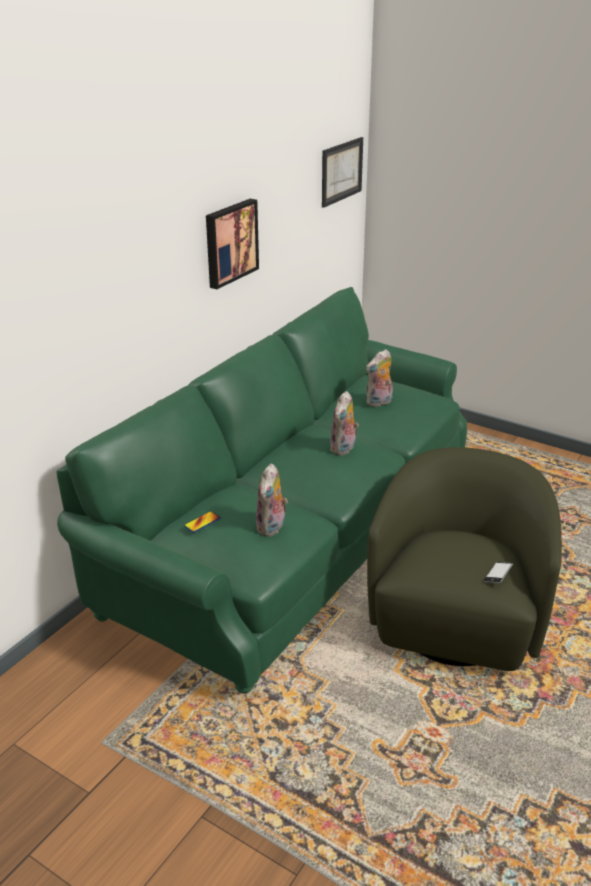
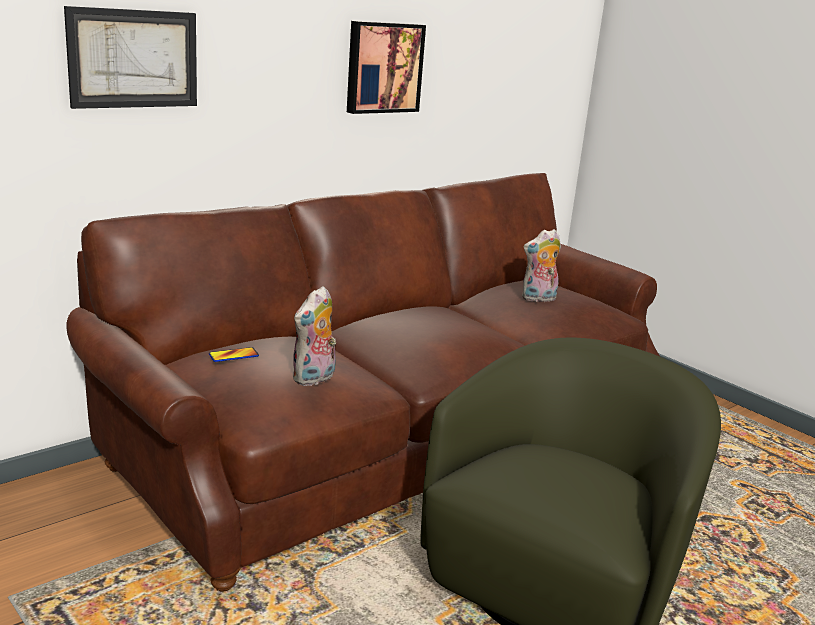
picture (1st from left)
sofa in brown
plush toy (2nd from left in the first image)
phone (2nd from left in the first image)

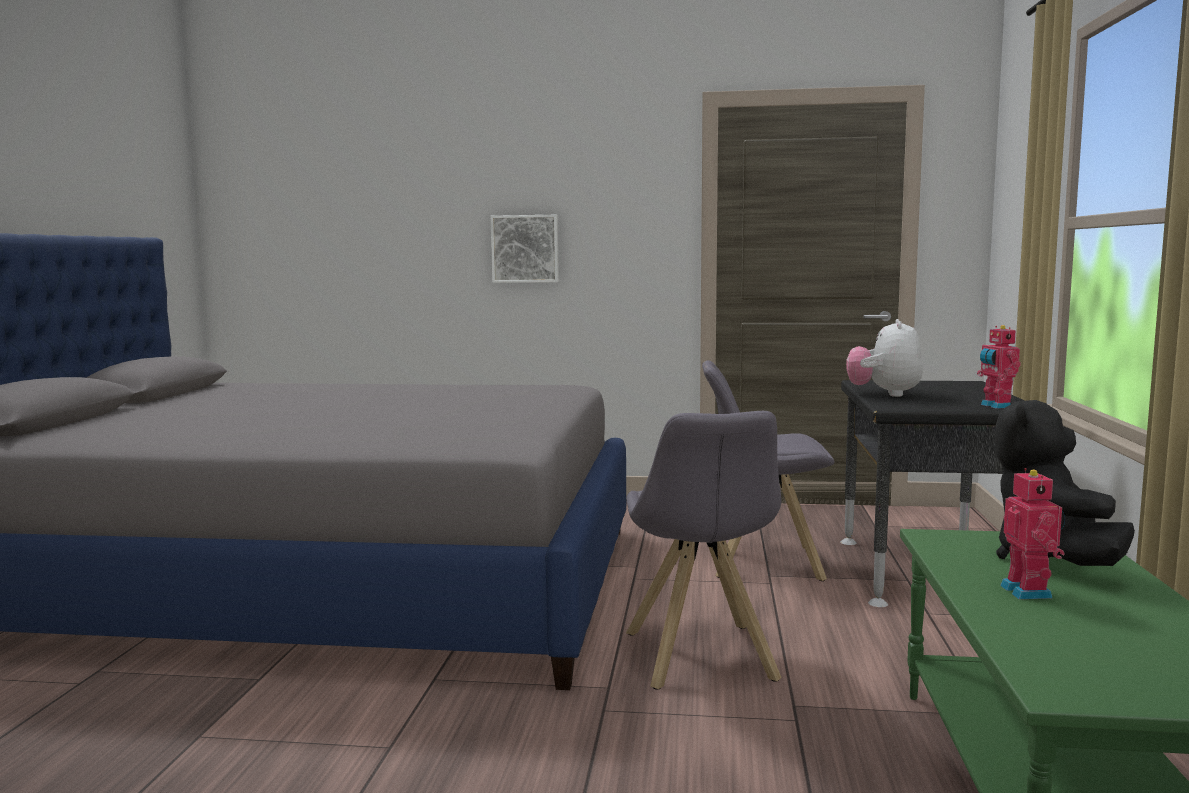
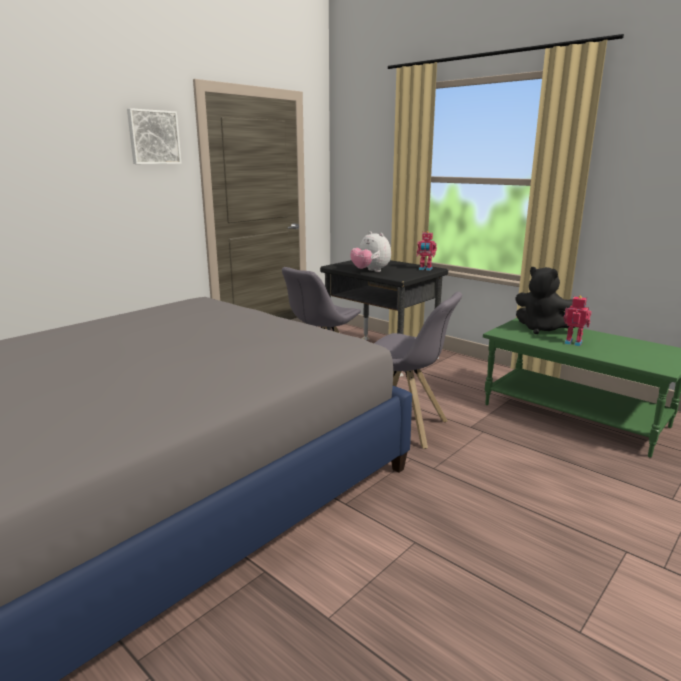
picture

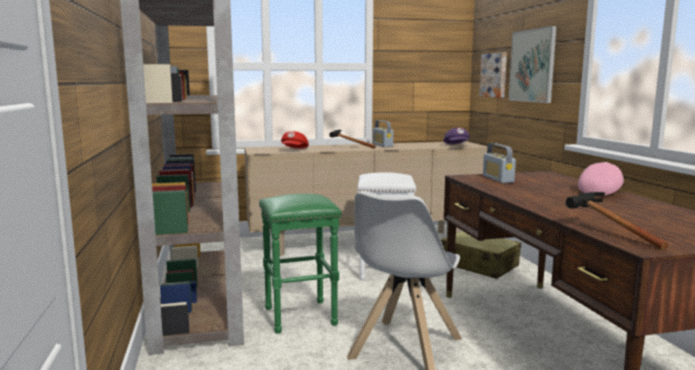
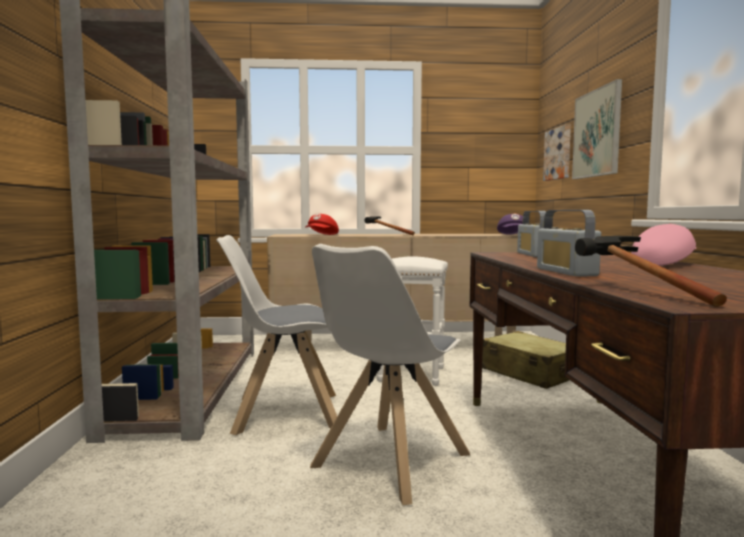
chair (1st from left)
radio (2nd from left)

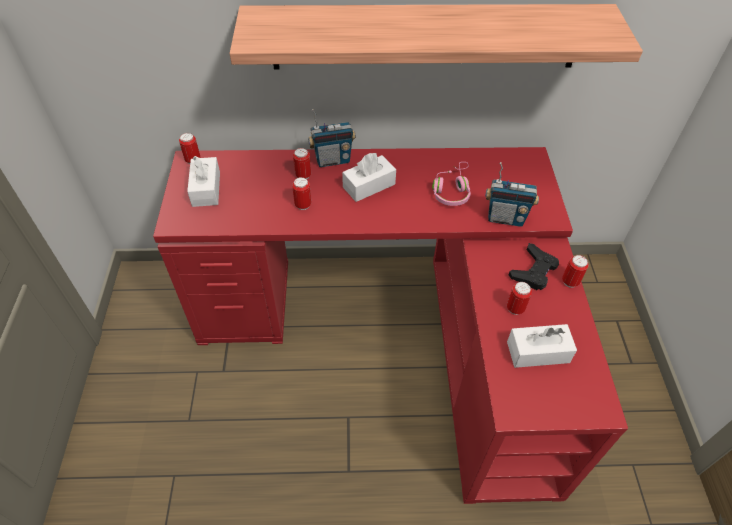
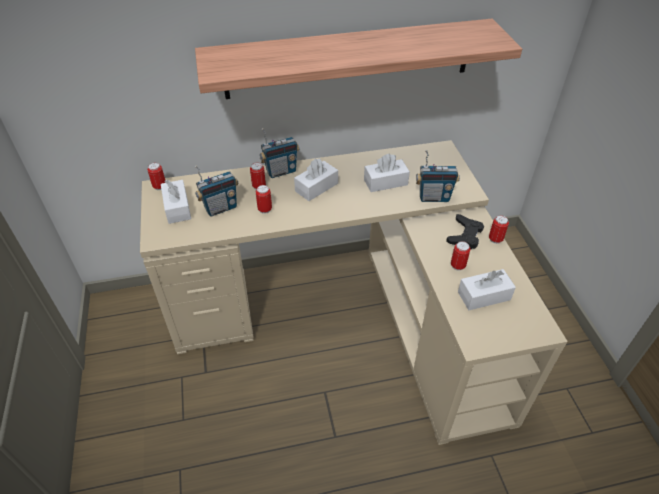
desk in beige
radio (1st from left)
tissue box in white (3rd from left)

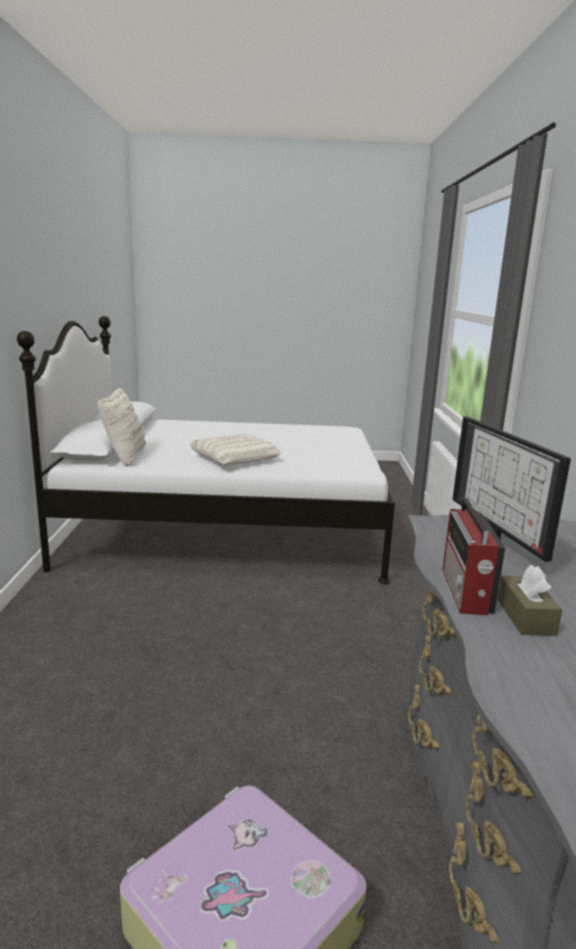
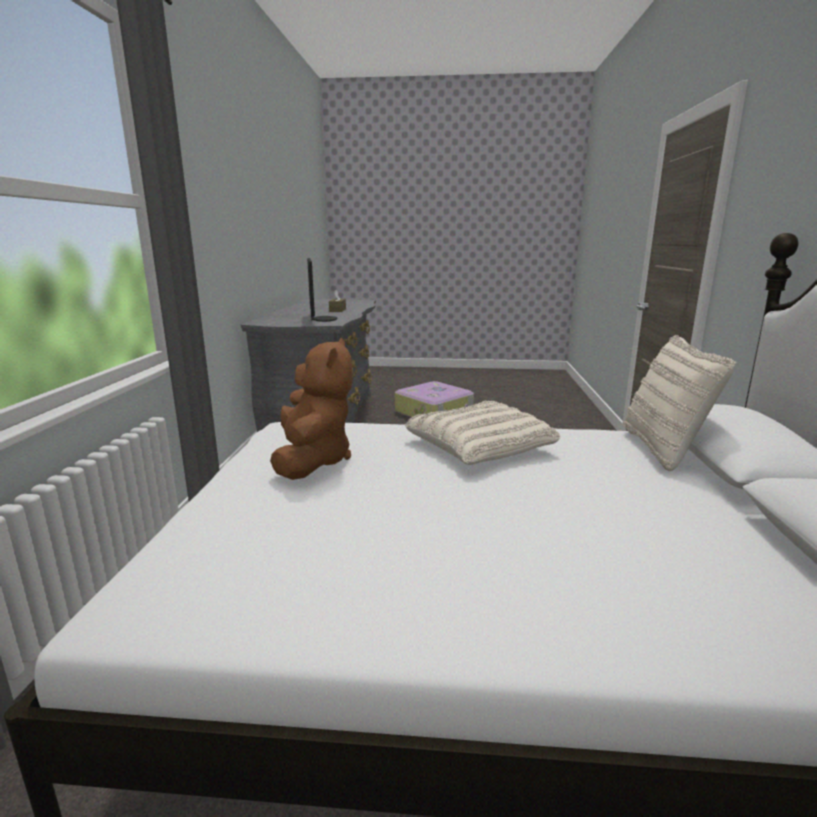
plush toy in brown
radio

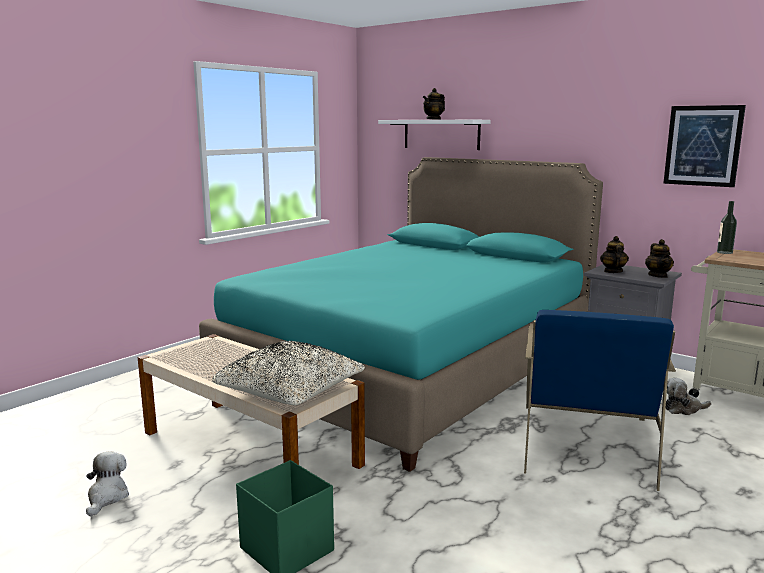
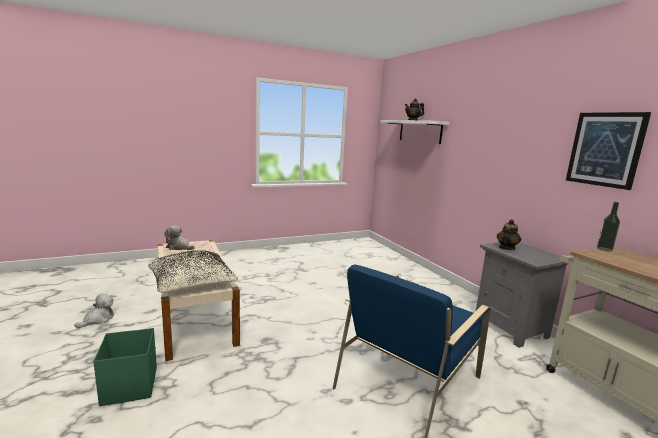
plush toy (2nd from left)
bed in turquoise
teapot (3rd from left in the first image)

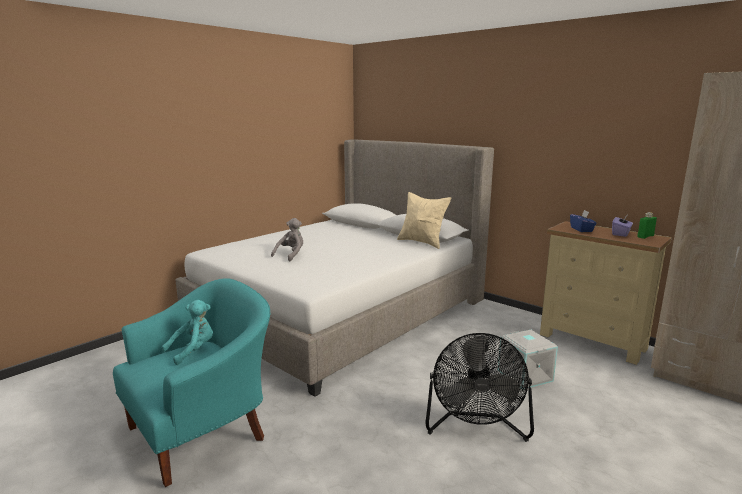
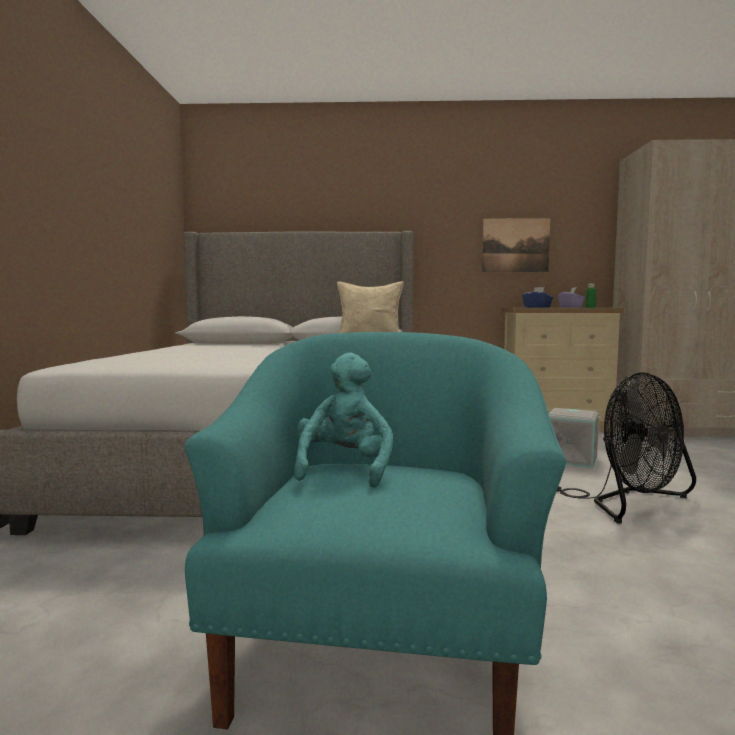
picture
plush toy in grey

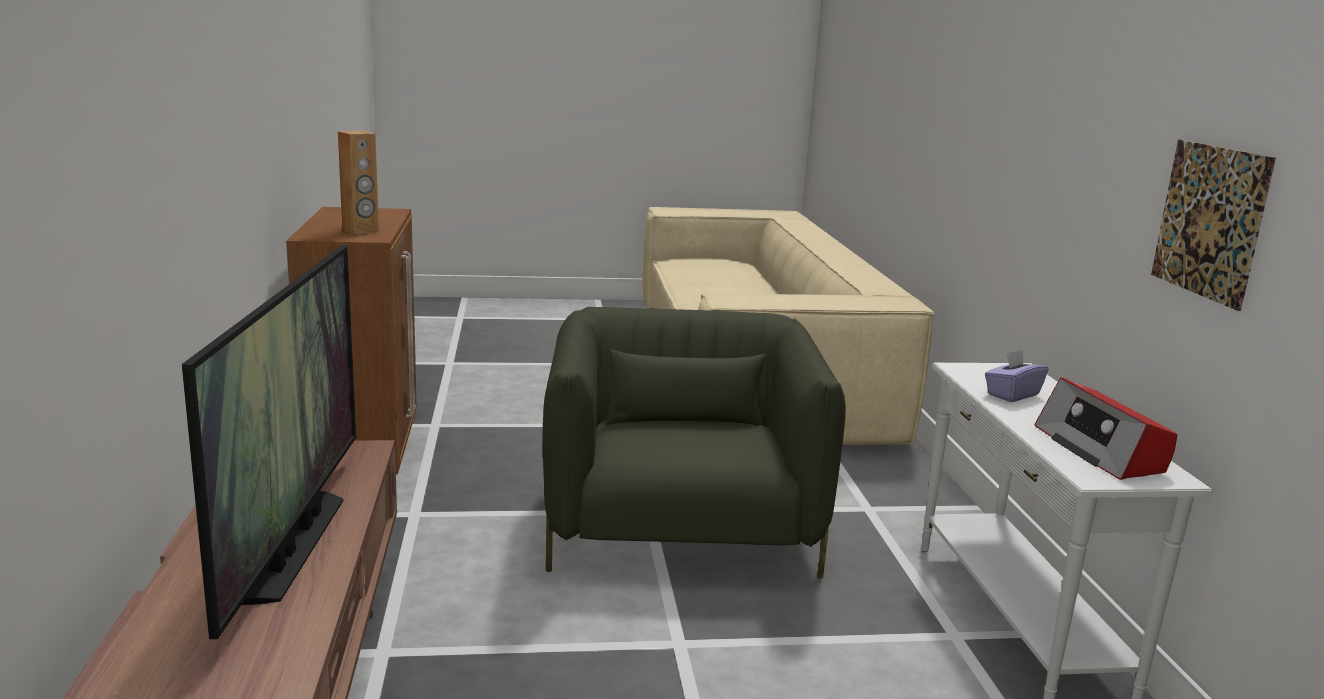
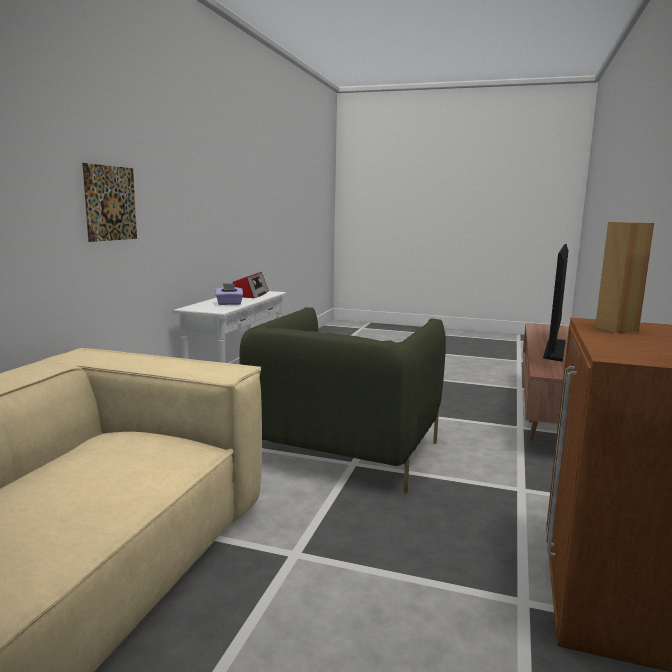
picture

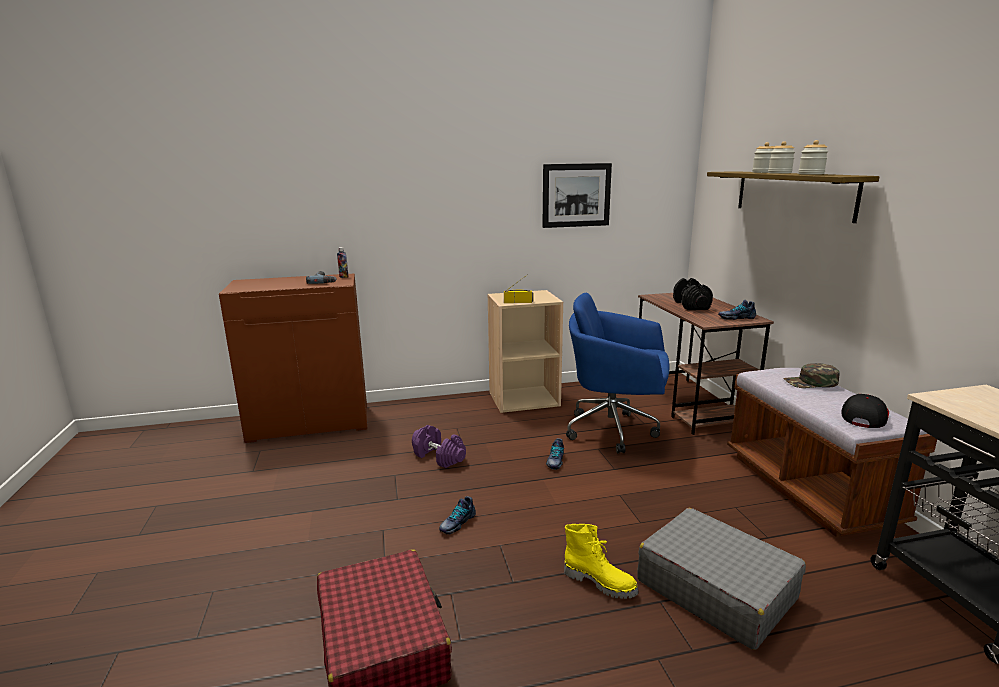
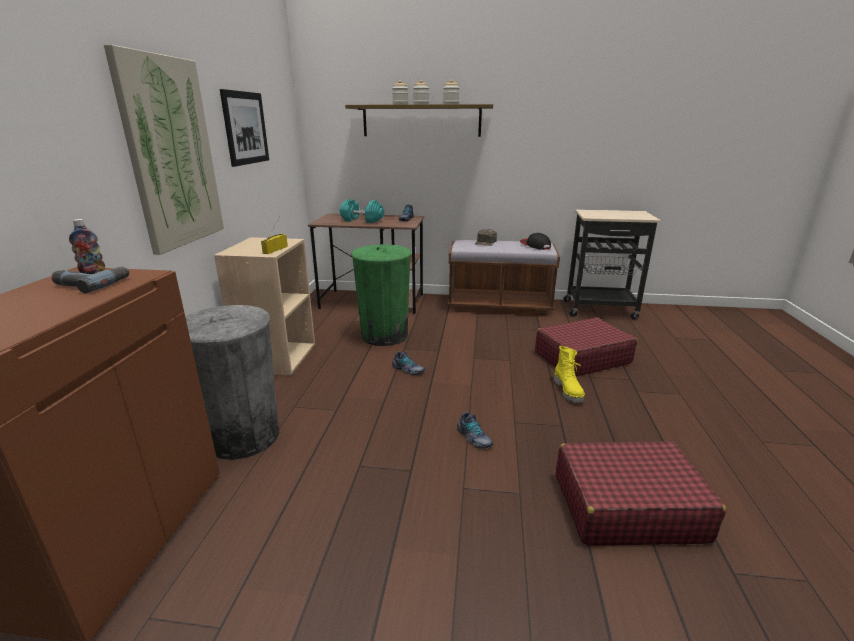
picture (1st from left)
trash can in grey
dumbbell in turquoise
trash can in green
suitcase in red (1st from left)
boot in yellow
dumbbell in purple

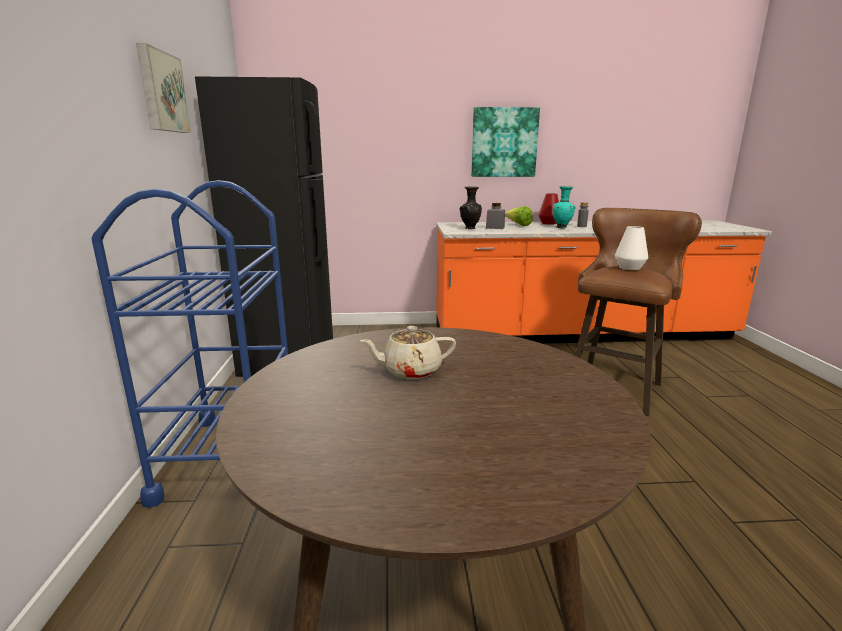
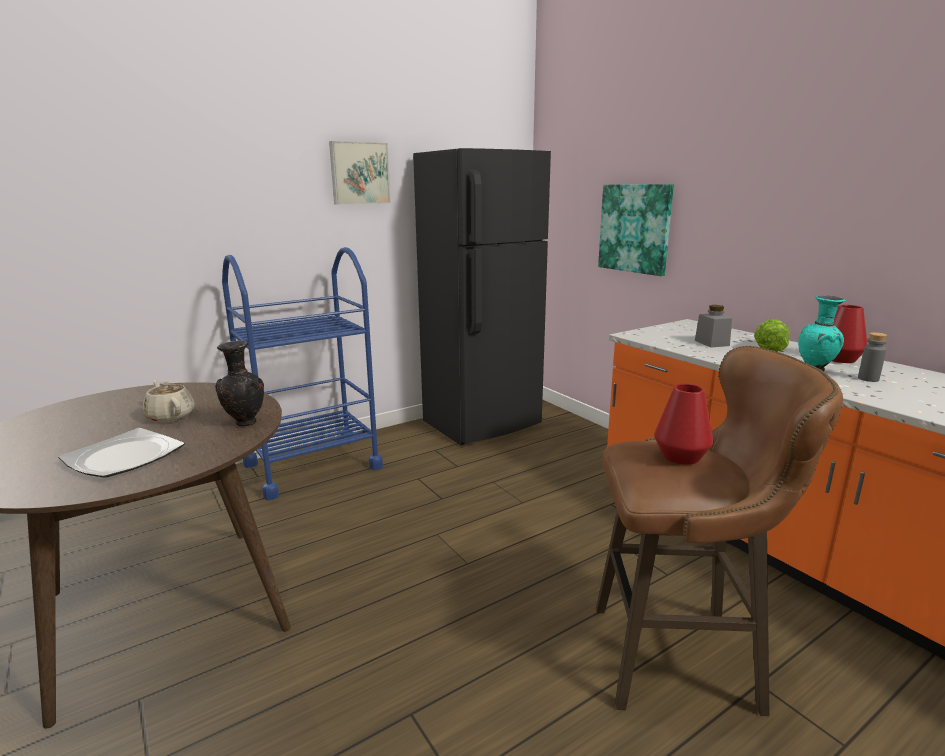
plate
vase in black
picture (2nd from left)
vase in red (1st from left)

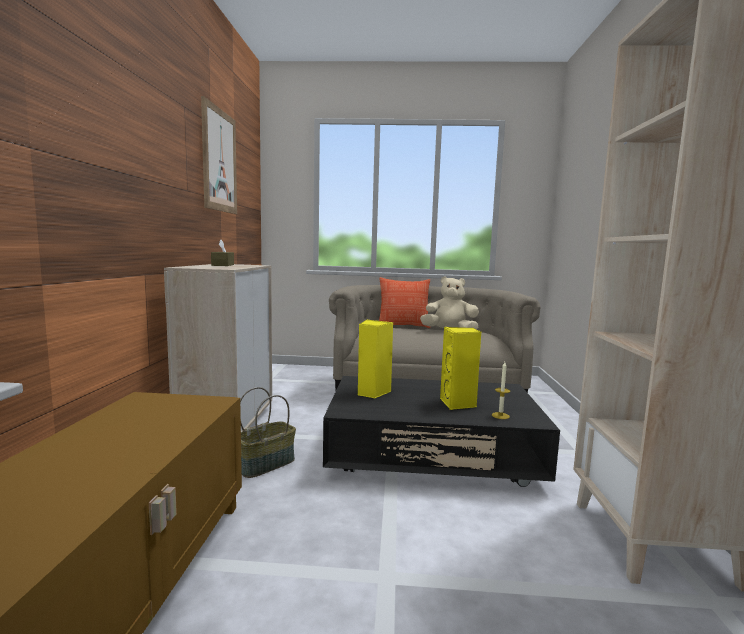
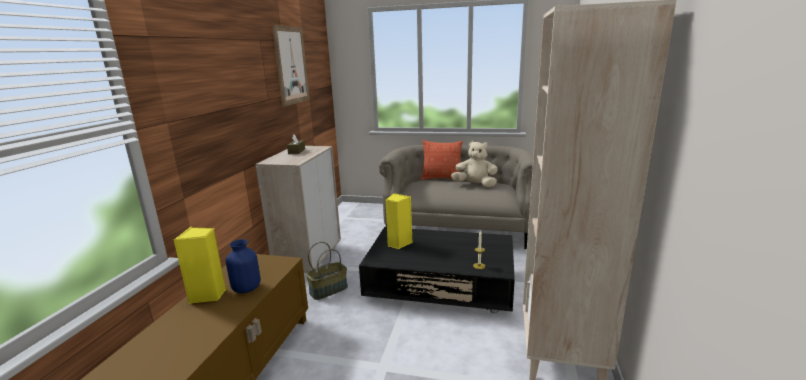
speaker in yellow (1st from left)
vase in blue

